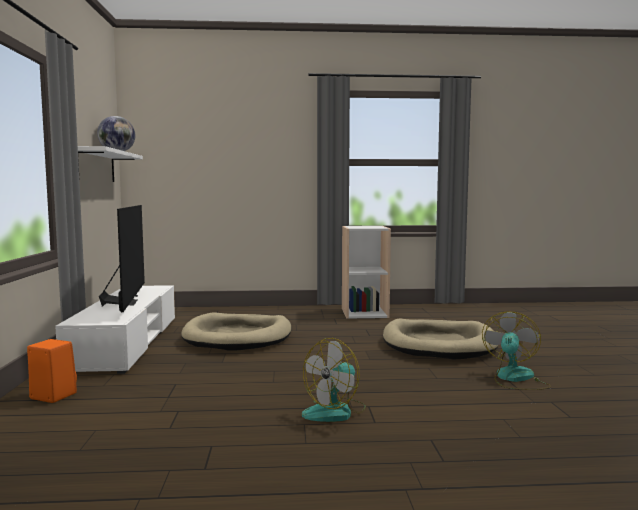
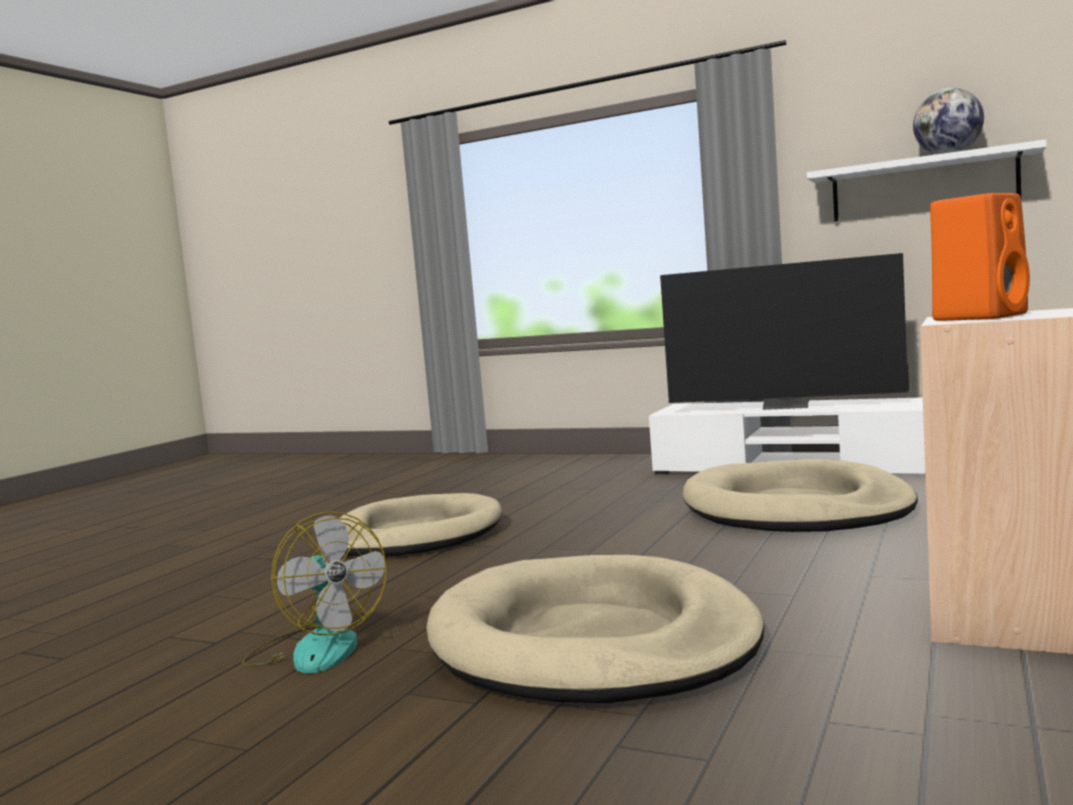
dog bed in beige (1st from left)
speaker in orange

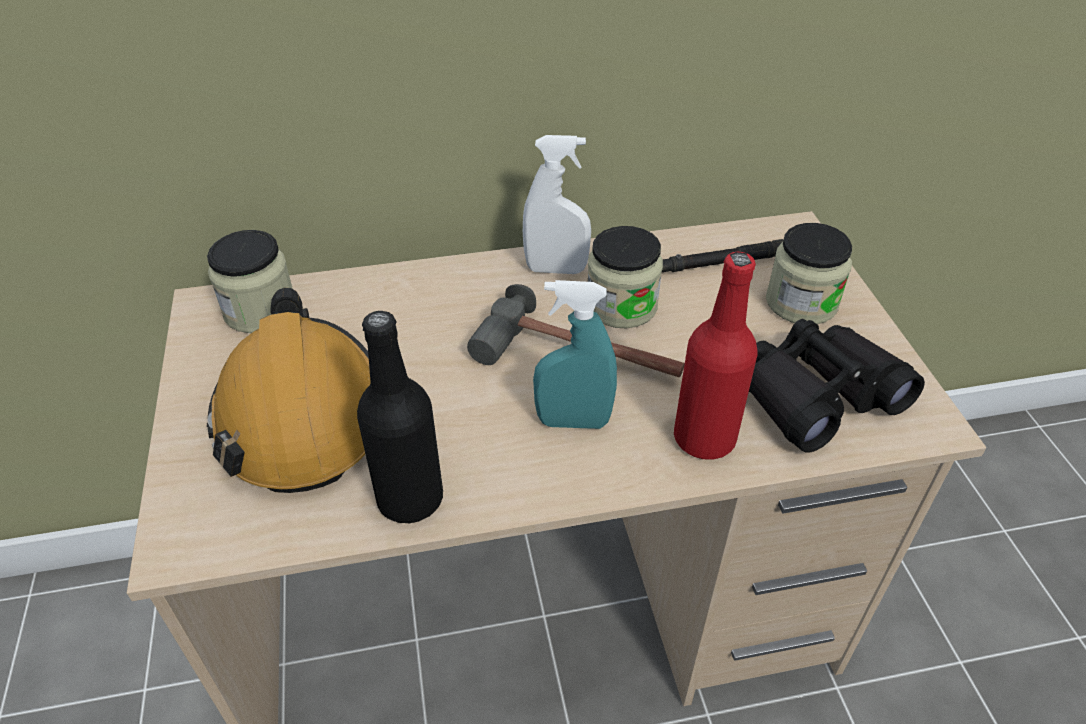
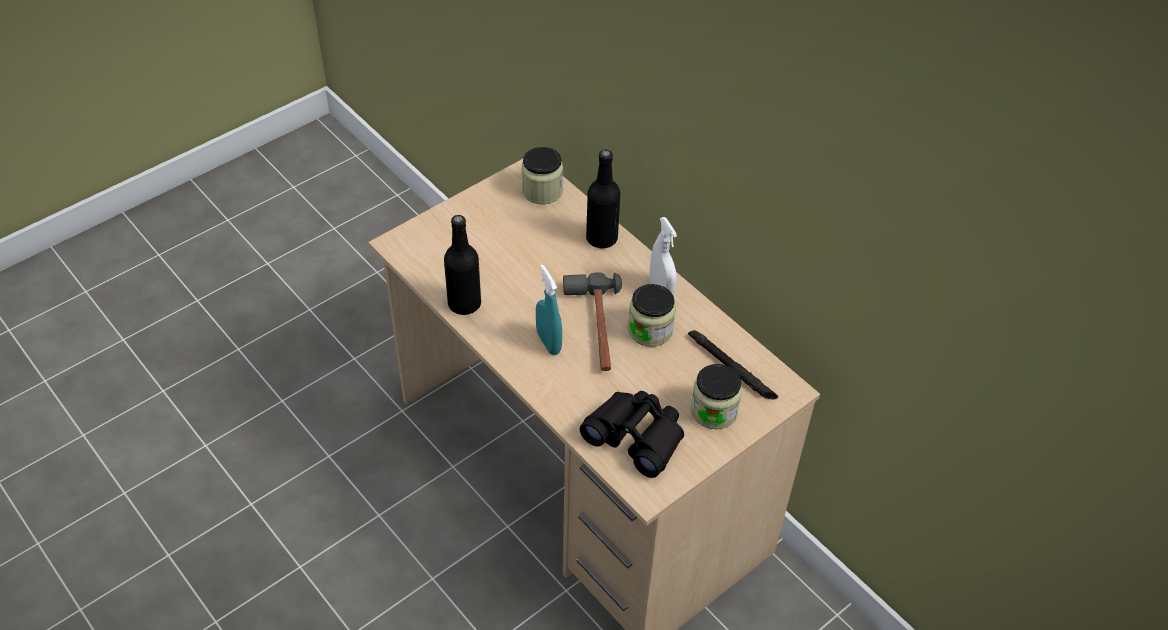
bottle in black (2nd from left)
hard hat in orange
bottle in red

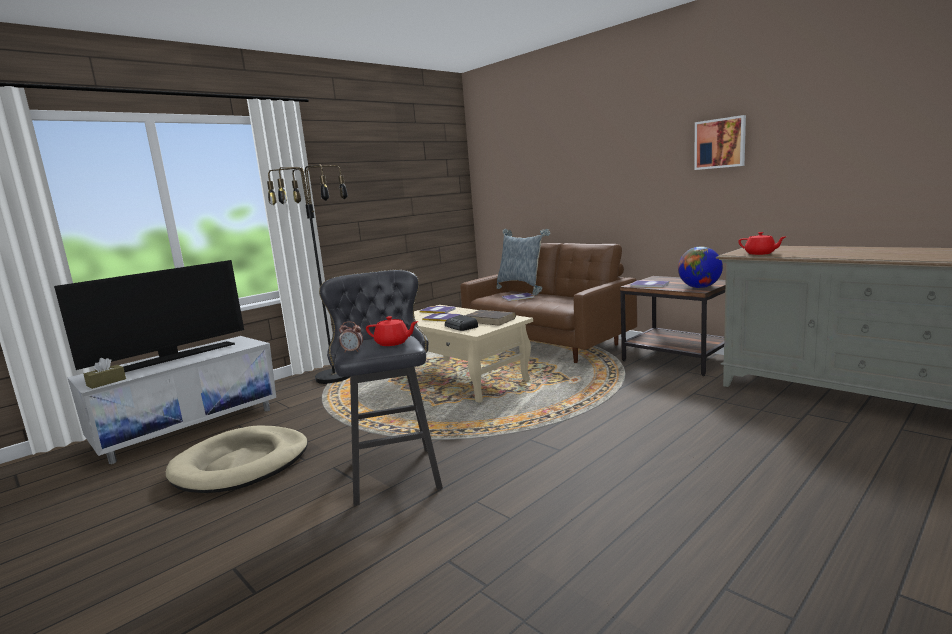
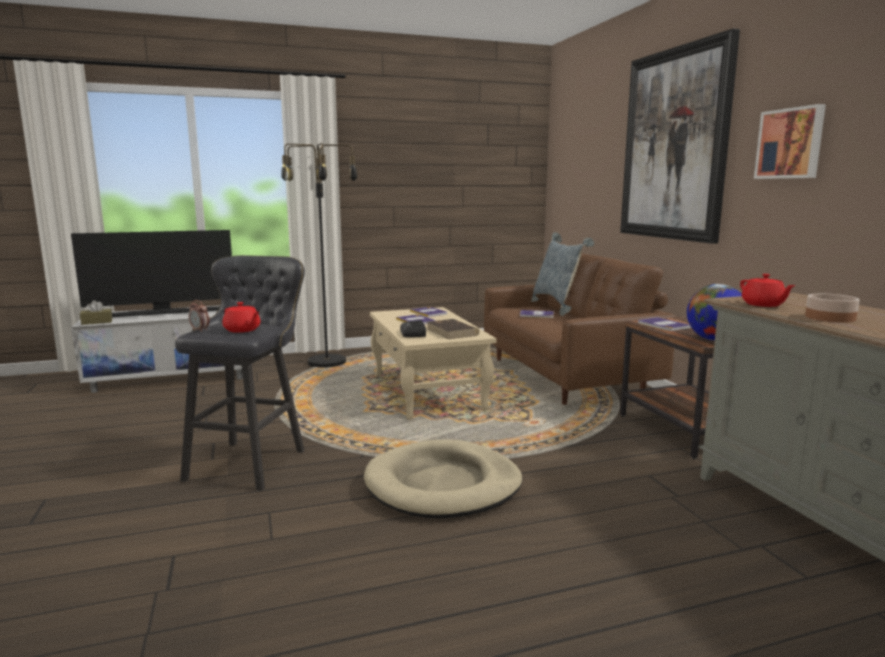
dog bed in beige
picture (1st from left)
bowl

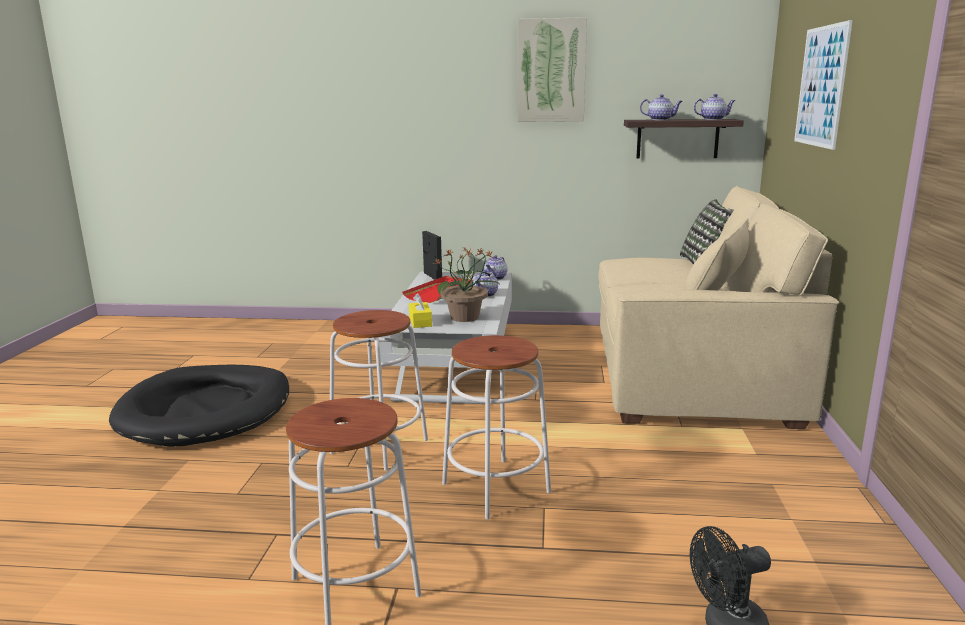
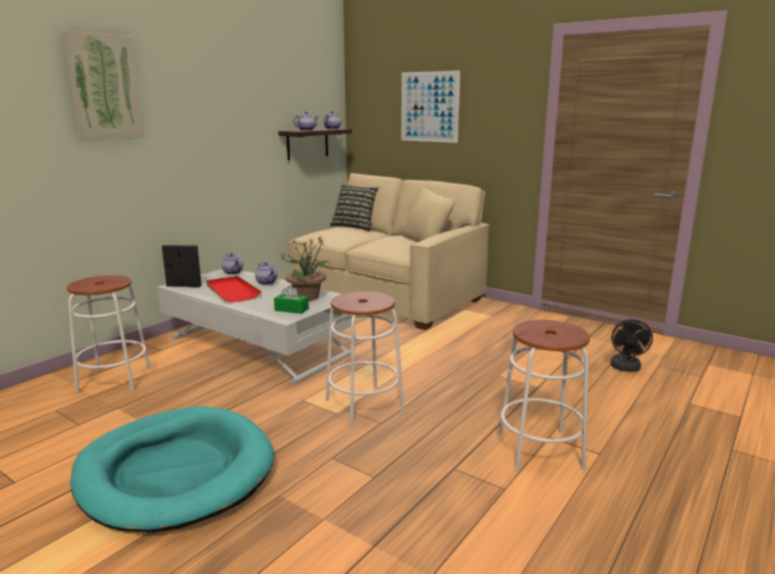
picture (1st from left)
stool in white (1st from left)
dog bed in turquoise
tissue box in green

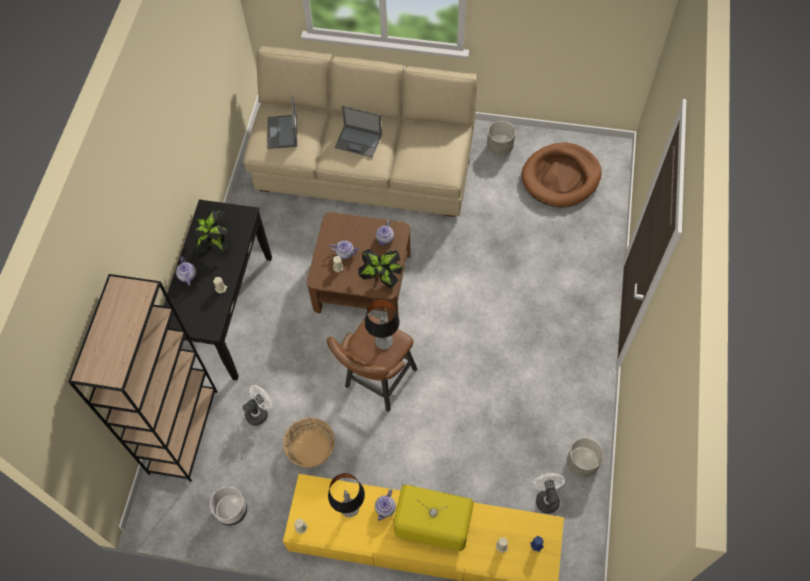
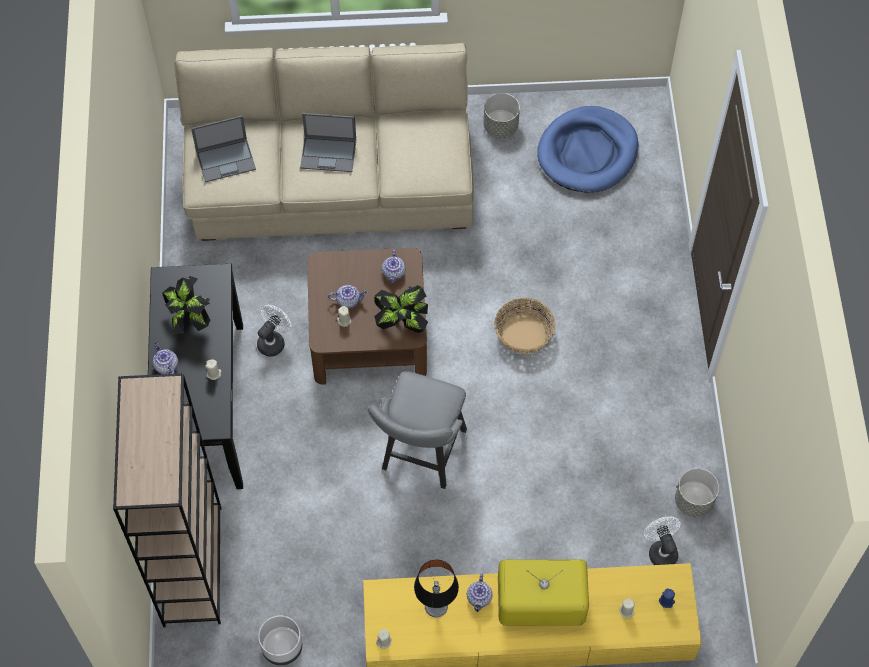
laptop (1st from left)
fan in white (1st from left)
stool in grey
basket
dog bed in blue
table lamp (2nd from left in the first image)

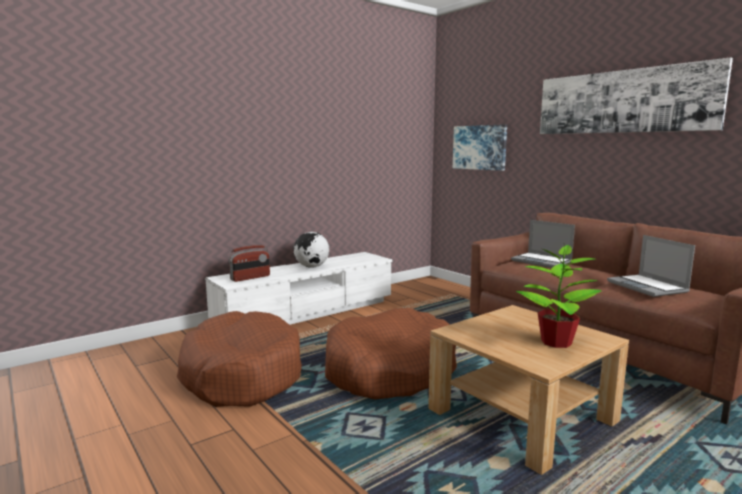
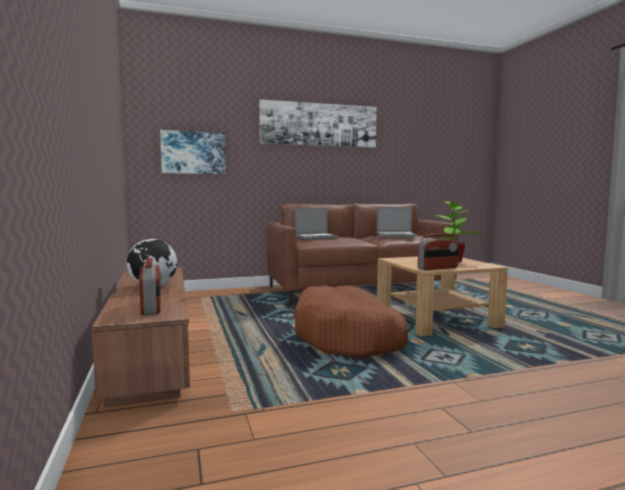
tv stand in brown
radio (2nd from left)
dog bed in brown (1st from left in the first image)

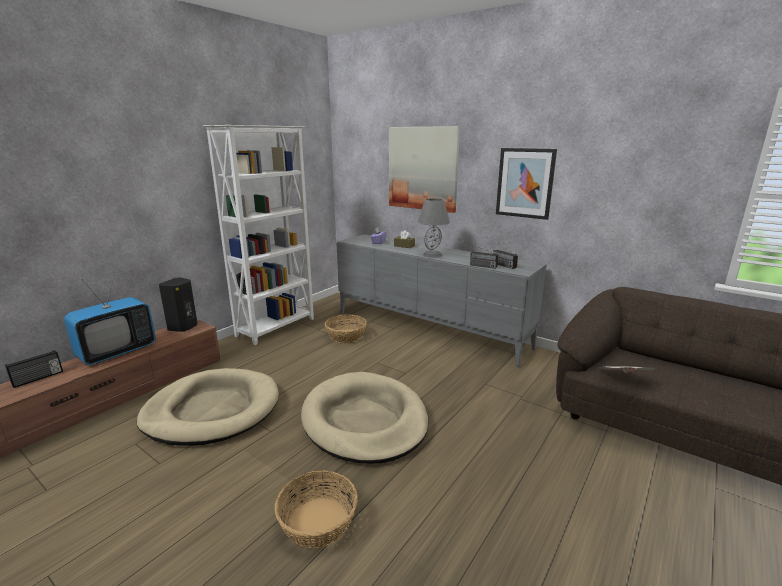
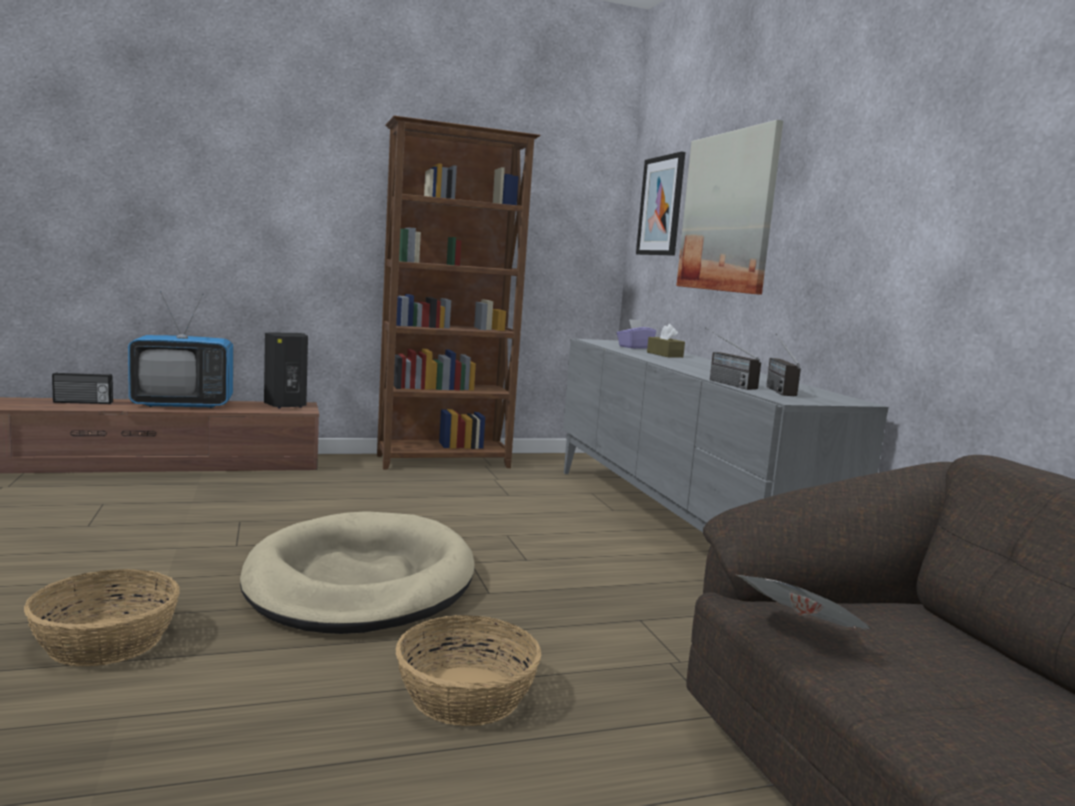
bookcase in brown
basket (2nd from left)
picture (1st from left)
dog bed in beige (1st from left in the first image)
table lamp in grey

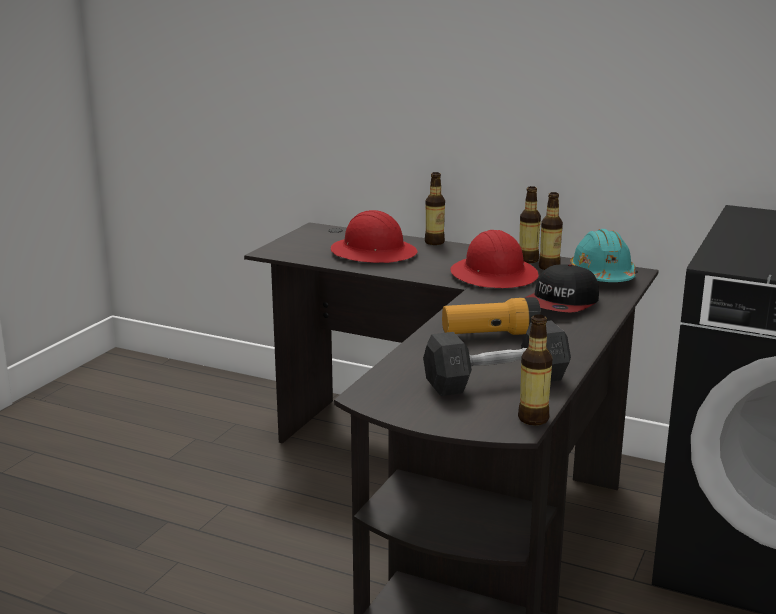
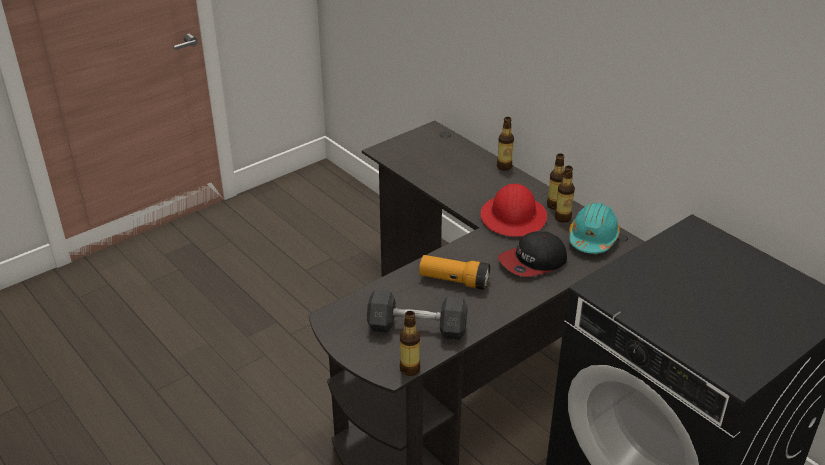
hard hat in red (1st from left in the first image)

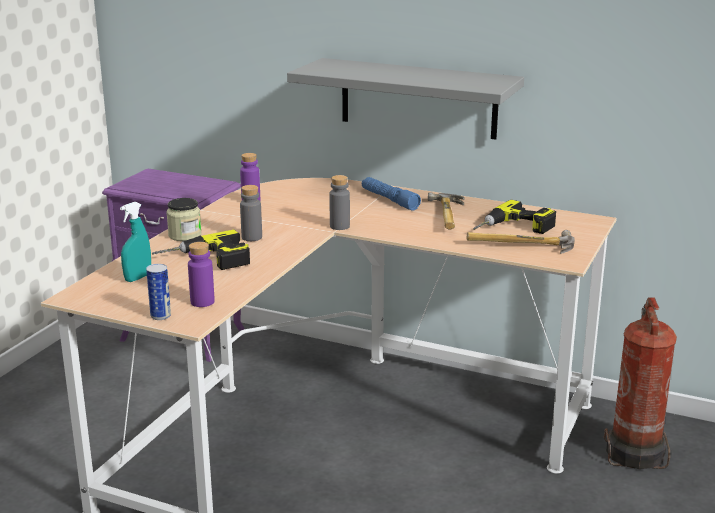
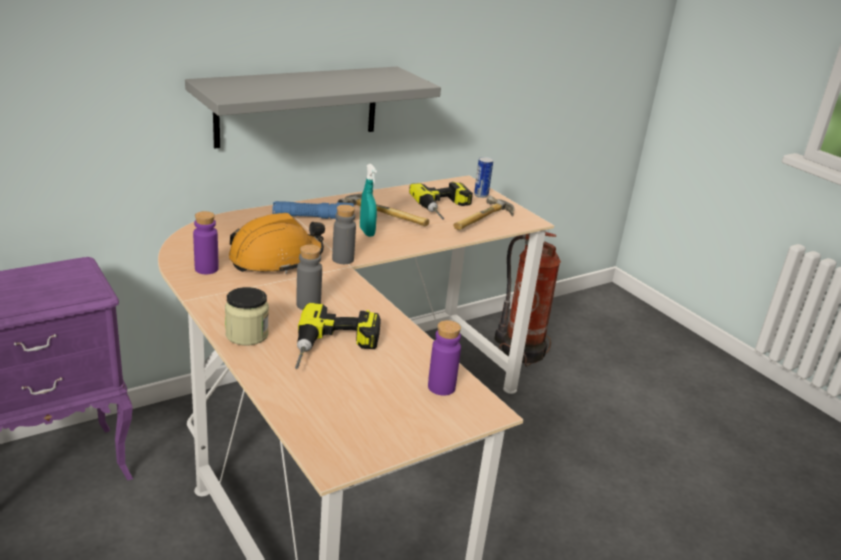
hard hat in orange
spray bottle in turquoise
can

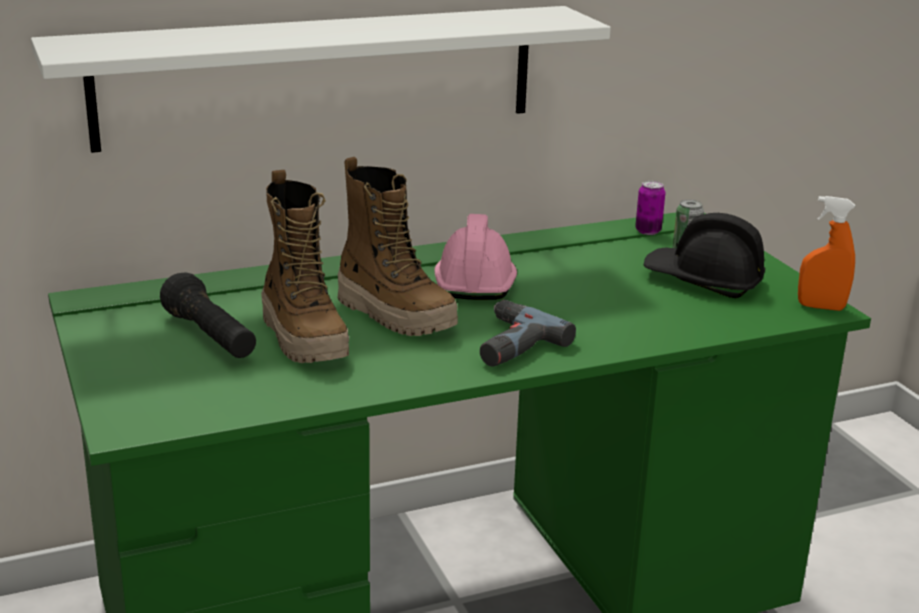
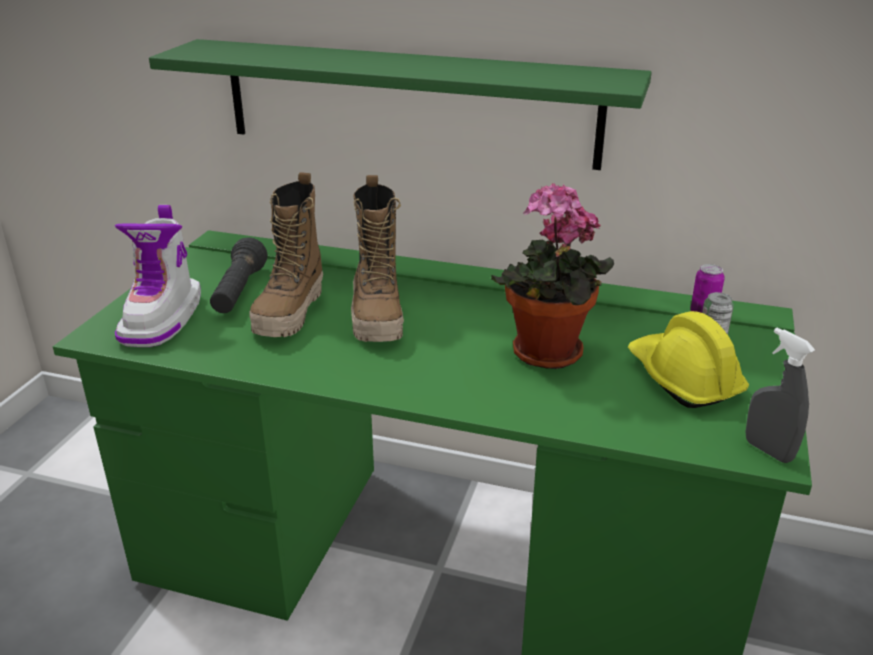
boot (1st from left)
shelf in green
potted plant
hard hat in yellow
spray bottle in grey
hard hat in pink
power drill

